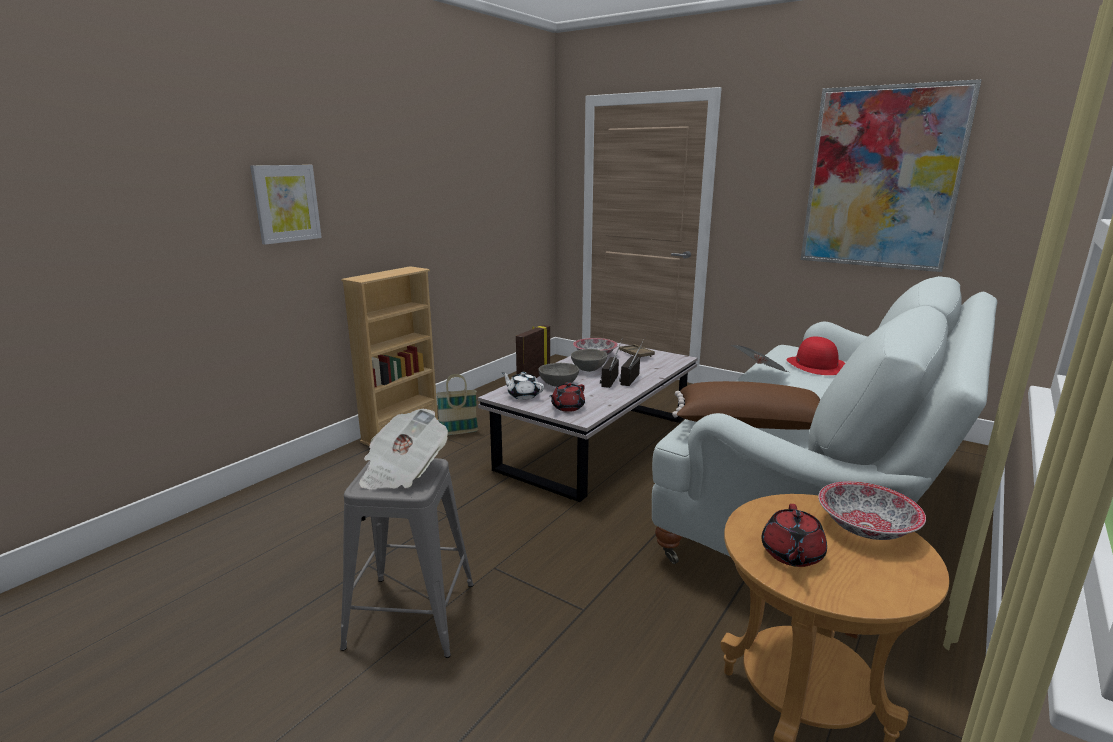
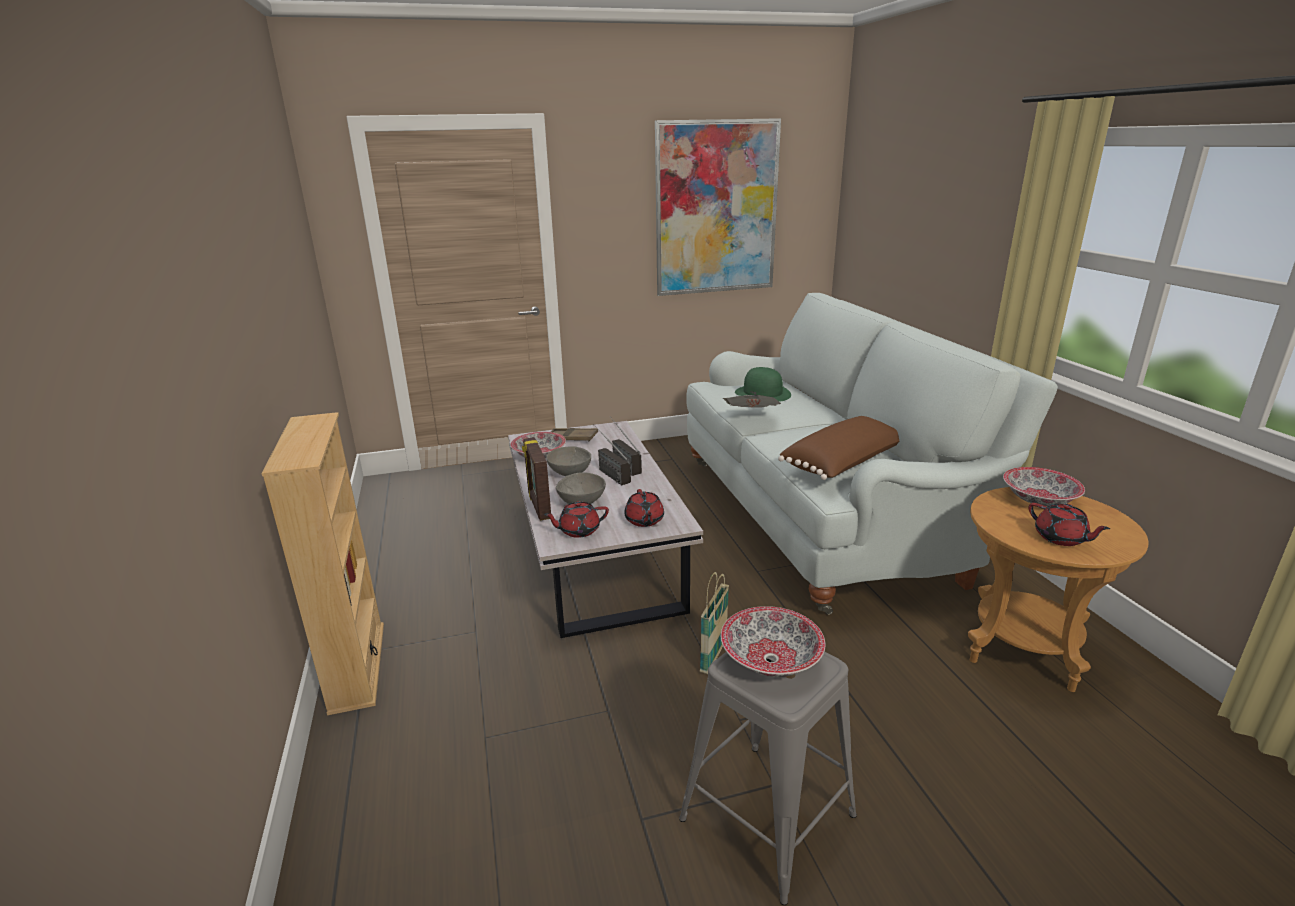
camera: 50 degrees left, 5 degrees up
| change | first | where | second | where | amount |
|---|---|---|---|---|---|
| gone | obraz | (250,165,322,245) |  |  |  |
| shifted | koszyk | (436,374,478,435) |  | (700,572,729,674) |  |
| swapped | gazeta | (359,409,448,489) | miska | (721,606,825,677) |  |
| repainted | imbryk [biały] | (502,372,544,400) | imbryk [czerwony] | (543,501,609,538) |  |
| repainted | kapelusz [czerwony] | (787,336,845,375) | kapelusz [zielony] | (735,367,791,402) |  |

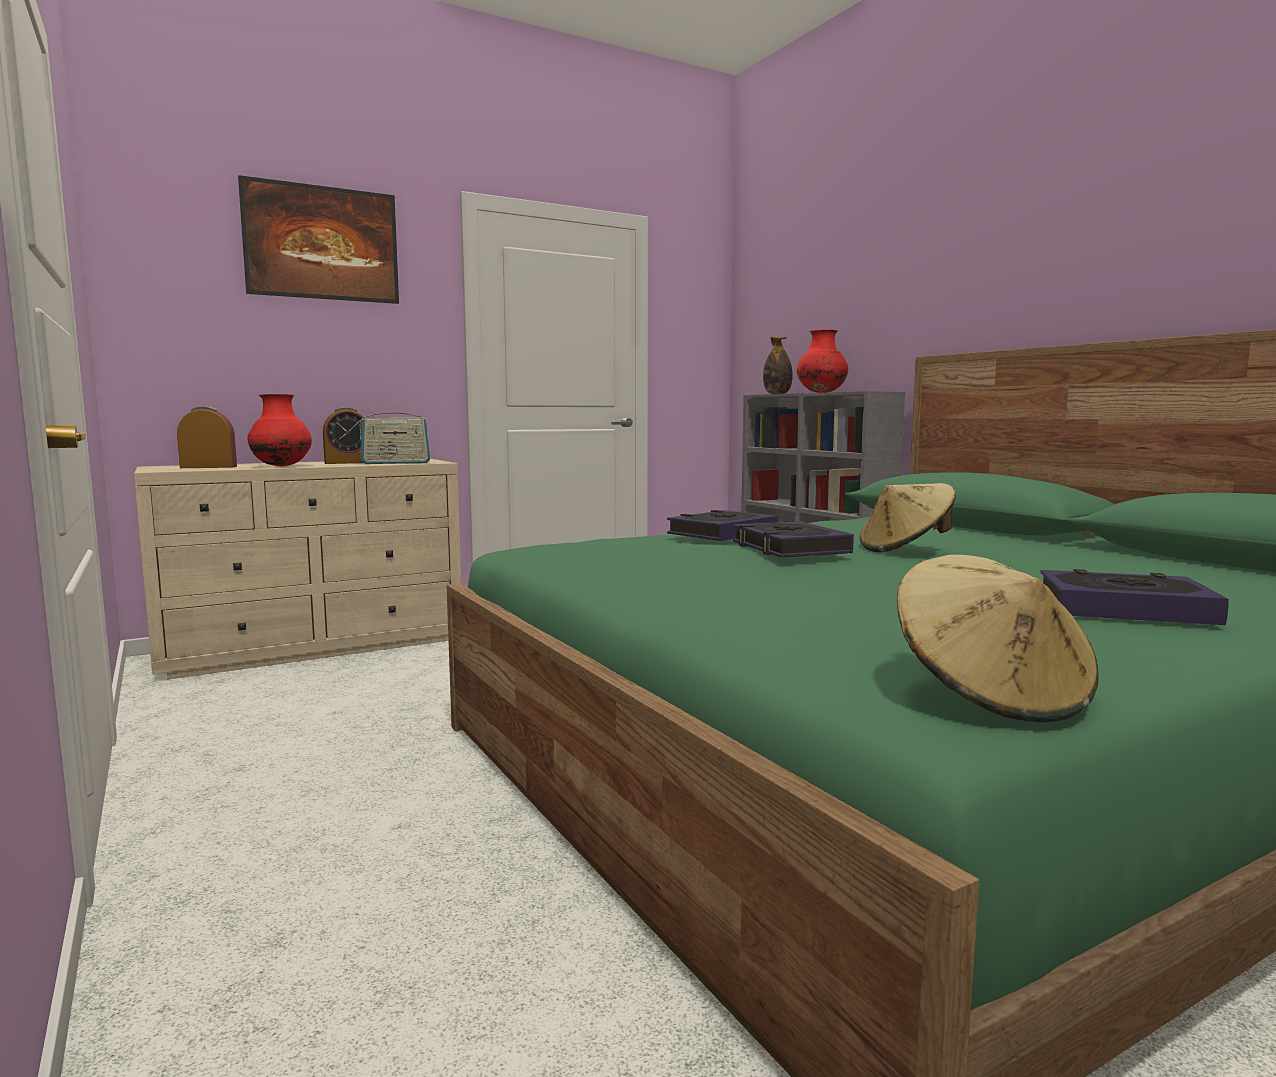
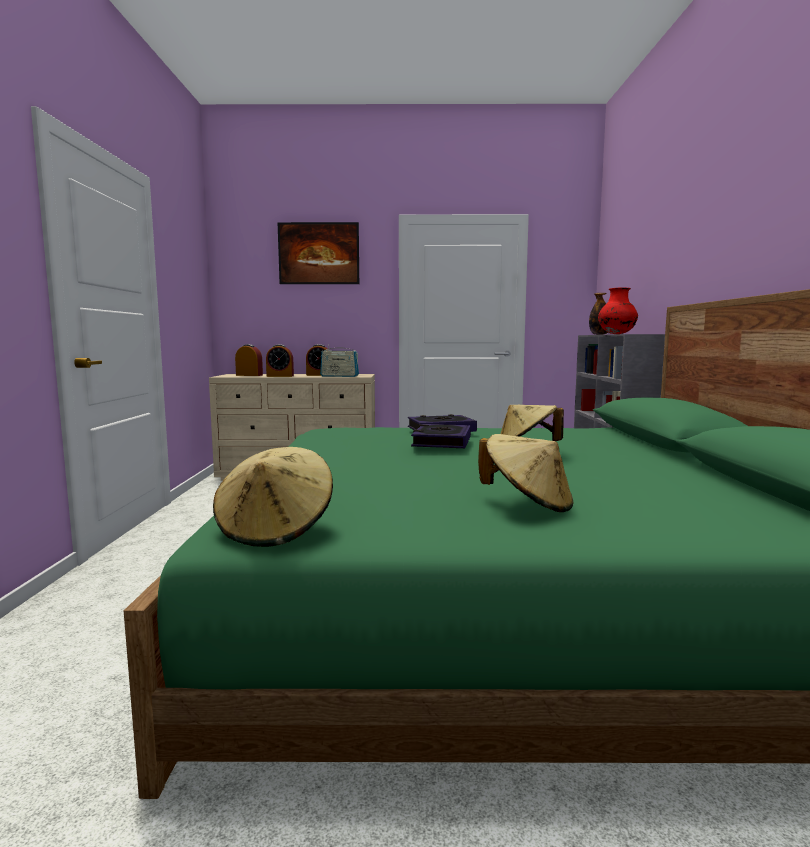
camera: 30 degrees right, 0 degrees up
| change | first | where | second | where | amount |
|---|---|---|---|---|---|
| swapped | wazon [czerwony] | (247,394,312,466) | budzik | (266,344,294,377) |  |
| swapped | książka | (1040,569,1229,625) | kapelusz [beżowy] | (478,434,573,512) |  |

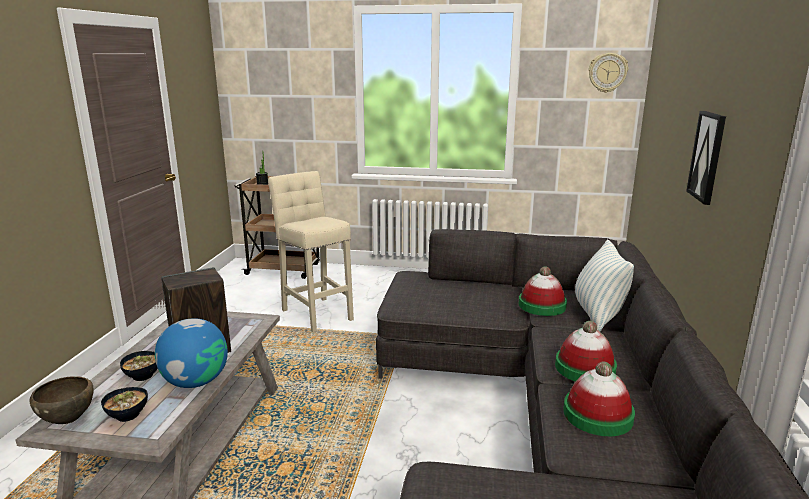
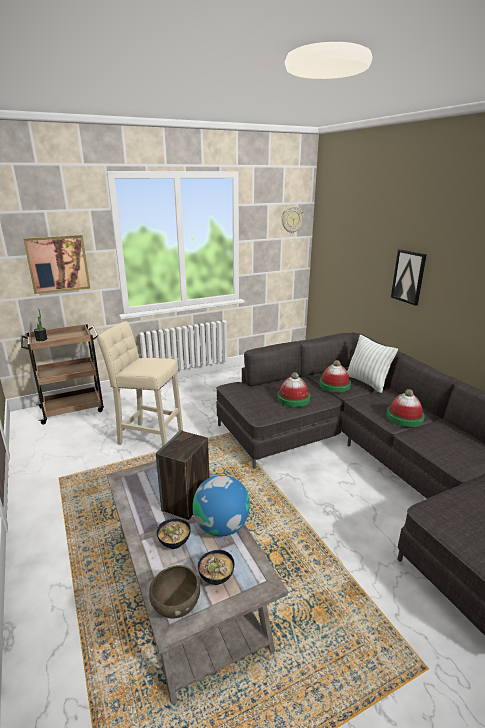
camera: 35 degrees left, 5 degrees up
| change | first | where | second | where | amount |
|---|---|---|---|---|---|
| new |  |  | obraz | (23,235,90,294) |  |
| shifted | kapelusz | (563,362,635,436) |  | (277,372,310,407) |  |

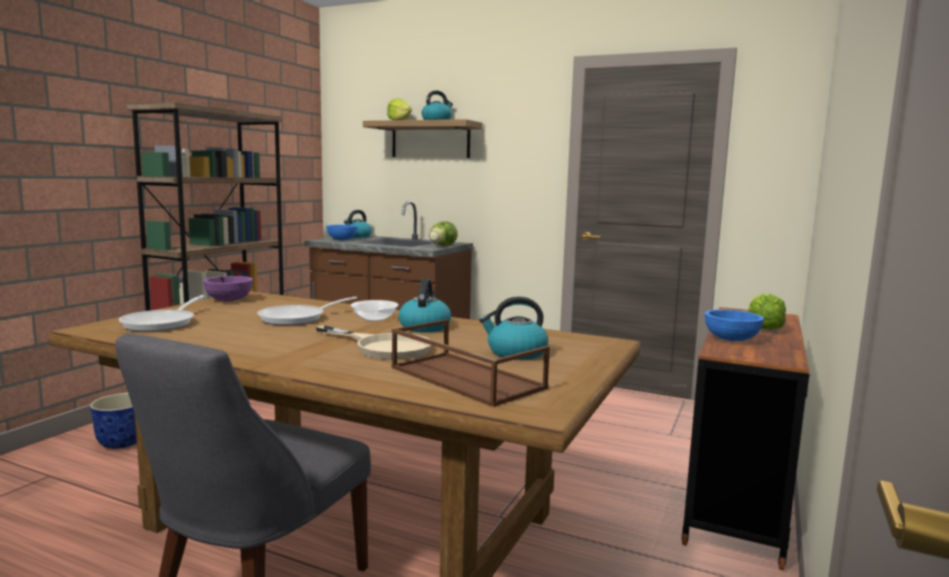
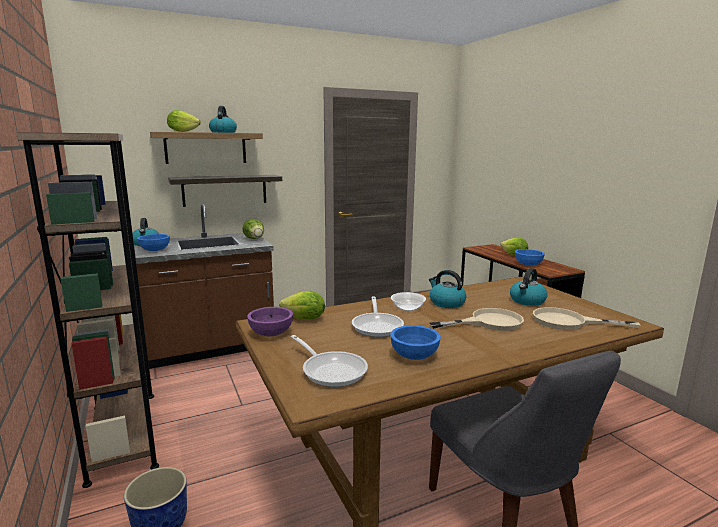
camera: 50 degrees left, 5 degrees up
| change | first | where | second | where | amount |
|---|---|---|---|---|---|
| new |  |  | półka | (168,175,282,207) |  |
| new |  |  | sałata | (279,291,325,319) |  |
| new |  |  | miska [niebieski] | (390,325,441,360) |  |
| swapped | taca [brązowy] | (391,319,550,407) | patelnia [beżowy] | (533,307,640,330) |  |

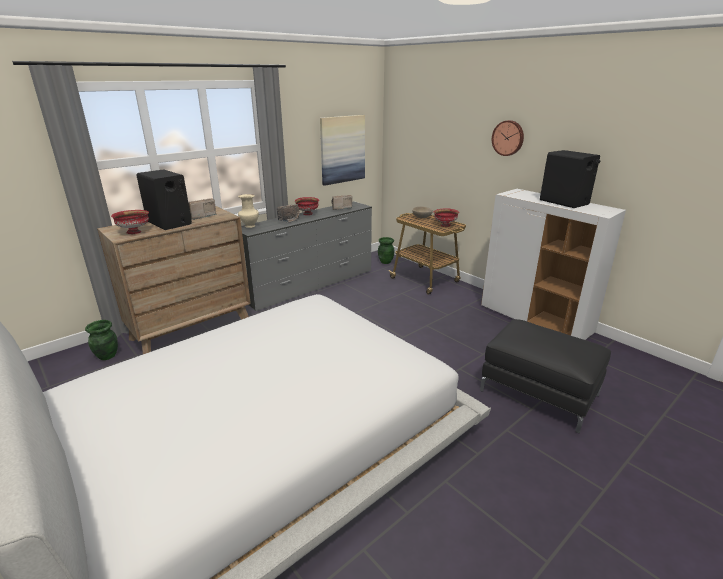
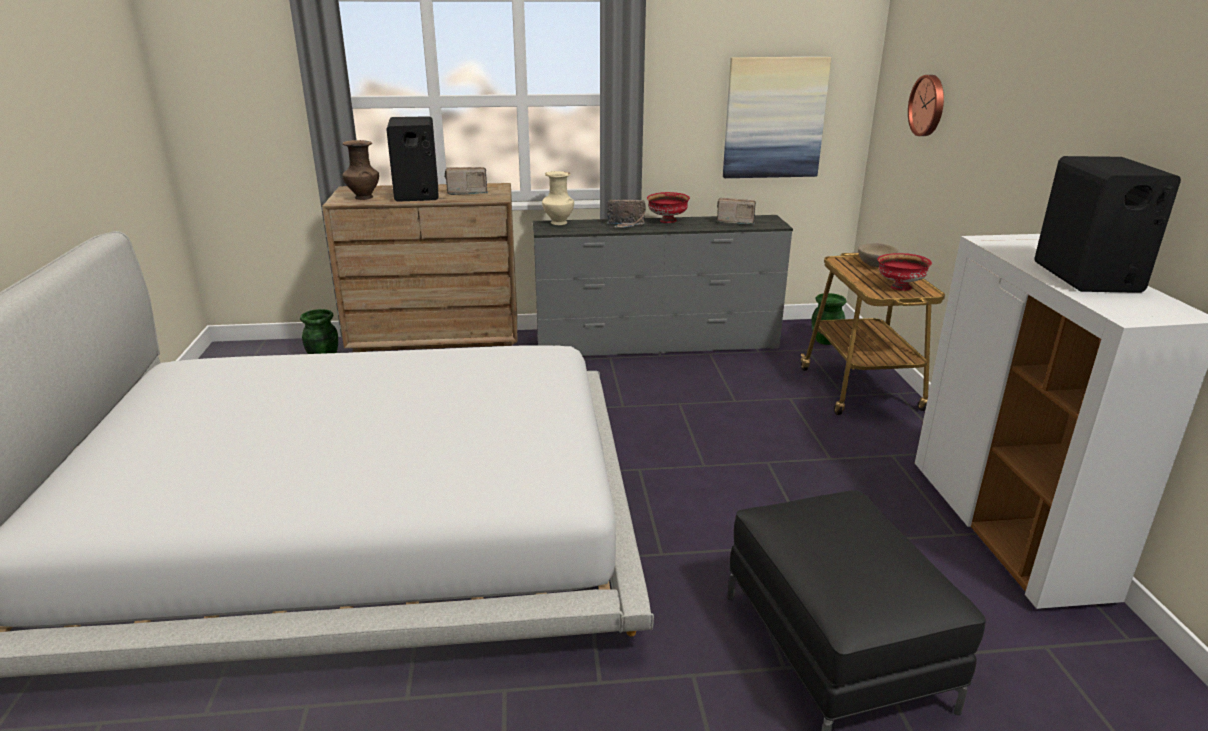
camera: 35 degrees right, 0 degrees up
| change | first | where | second | where | amount |
|---|---|---|---|---|---|
| shifted | zegar ścienny | (492,120,524,156) |  | (908,75,944,136) |  |
| swapped | miska [czerwony] | (111,210,149,234) | wazon [brązowy] | (342,140,379,200) |  |

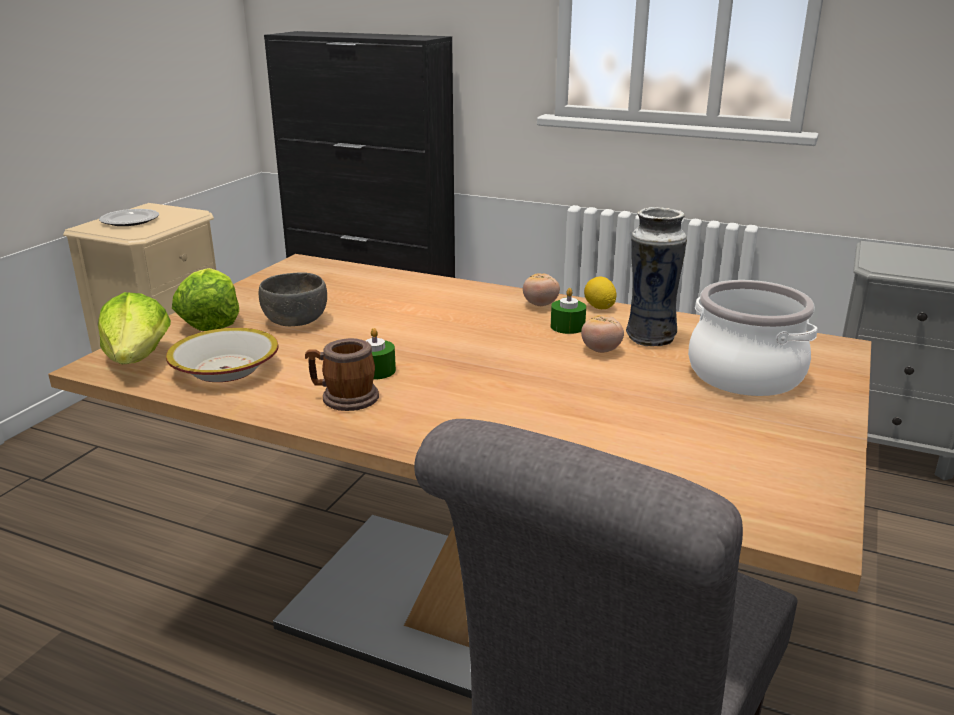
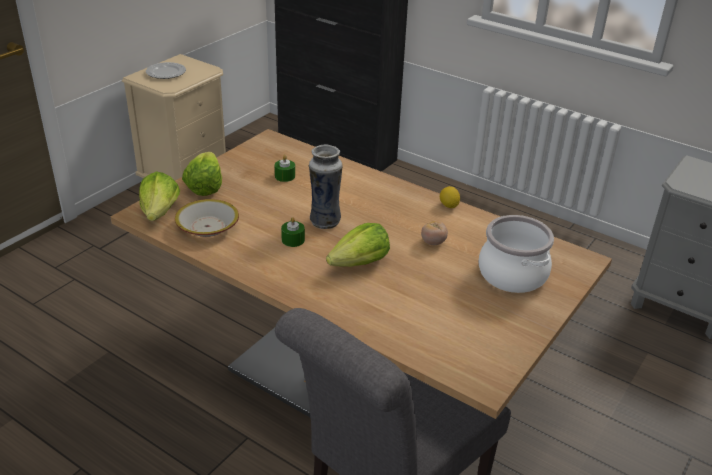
camera: 10 degrees right, 10 degrees up
| change | first | where | second | where | amount |
|---|---|---|---|---|---|
| gone | miska [szary] | (259,273,327,326) |  |  |  |
| gone | kubek | (305,338,379,411) |  |  |  |
| gone | pomidor | (523,273,560,306) |  |  |  |
| new |  |  | sałata | (326,223,390,267) |  |
| shifted | świeca [zielony] | (551,288,586,334) |  | (275,155,295,182) |  |
| shifted | wazon | (626,207,687,346) |  | (309,144,343,229) |  |

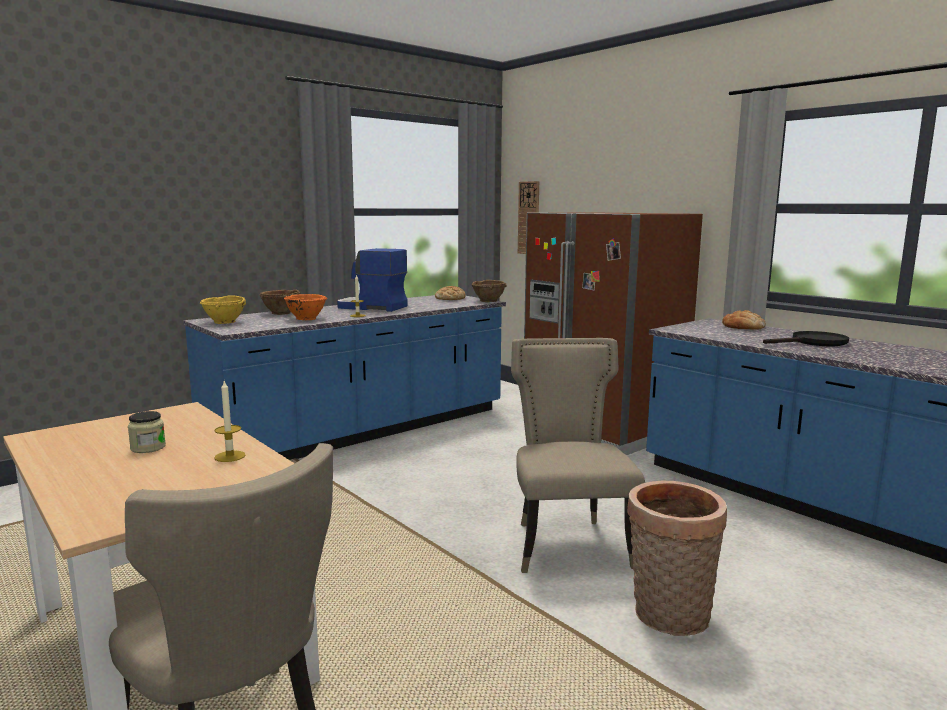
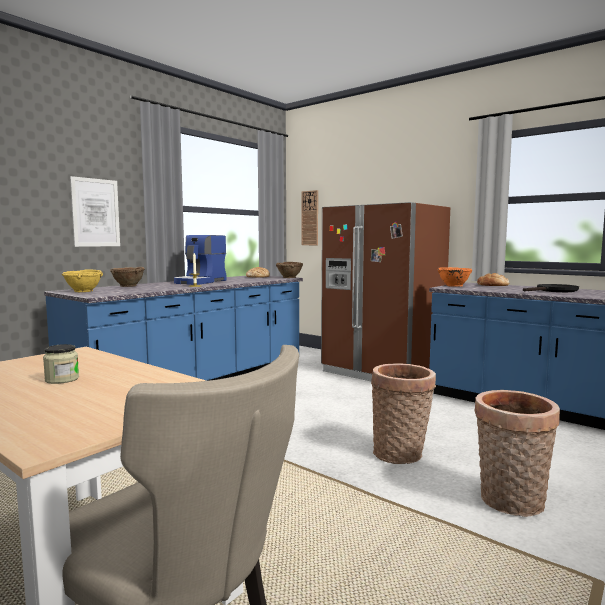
camera: 10 degrees left, 5 degrees down
| change | first | where | second | where | amount |
|---|---|---|---|---|---|
| gone | świeca | (214,381,245,462) |  |  |  |
| new |  |  | obraz | (70,176,120,247) |  |
| shifted | miska [pomarańczowy] | (284,294,327,320) |  | (438,267,472,287) |  |
| swapped | krzesło [beżowy] | (511,338,645,573) | koszyk | (371,363,436,464) |  |
| rotated | ekspres do kawy | (337,248,408,312) |  | (174,235,227,285) | 75 degrees counterclockwise |

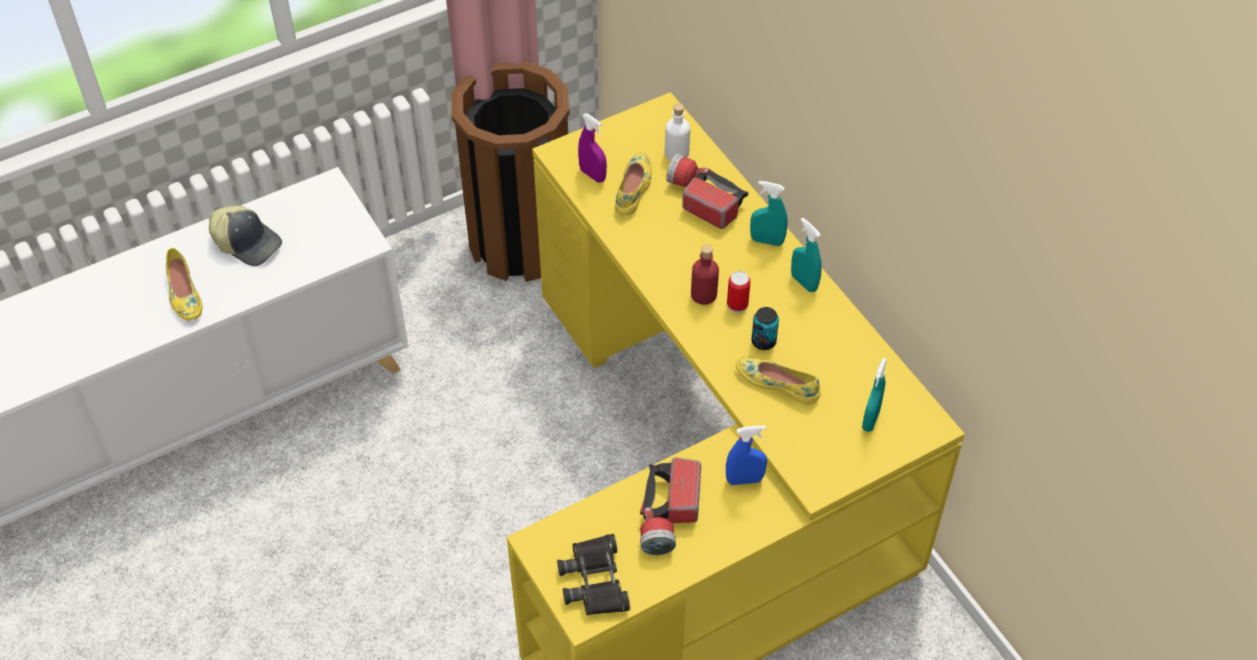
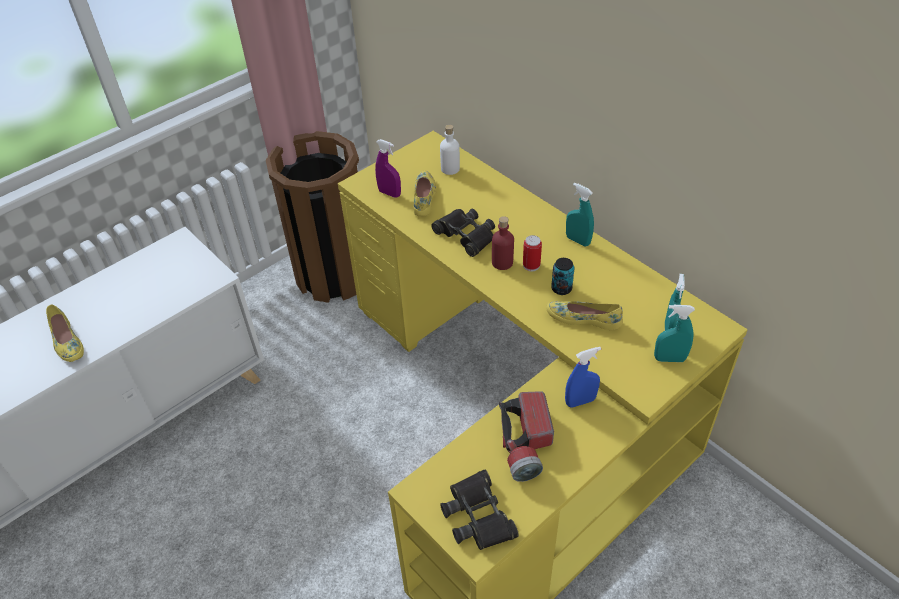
camera: 10 degrees left, 5 degrees down
| change | first | where | second | where | amount |
|---|---|---|---|---|---|
| gone | czapka z daszkiem | (209,205,282,266) |  |  |  |
| gone | latarka | (666,154,748,229) |  |  |  |
| new |  |  | lornetka [czarny] | (431,209,495,257) |  |
| shifted | spryskiwacz [turkusowy] | (750,181,788,246) |  | (654,305,695,362) |  |

